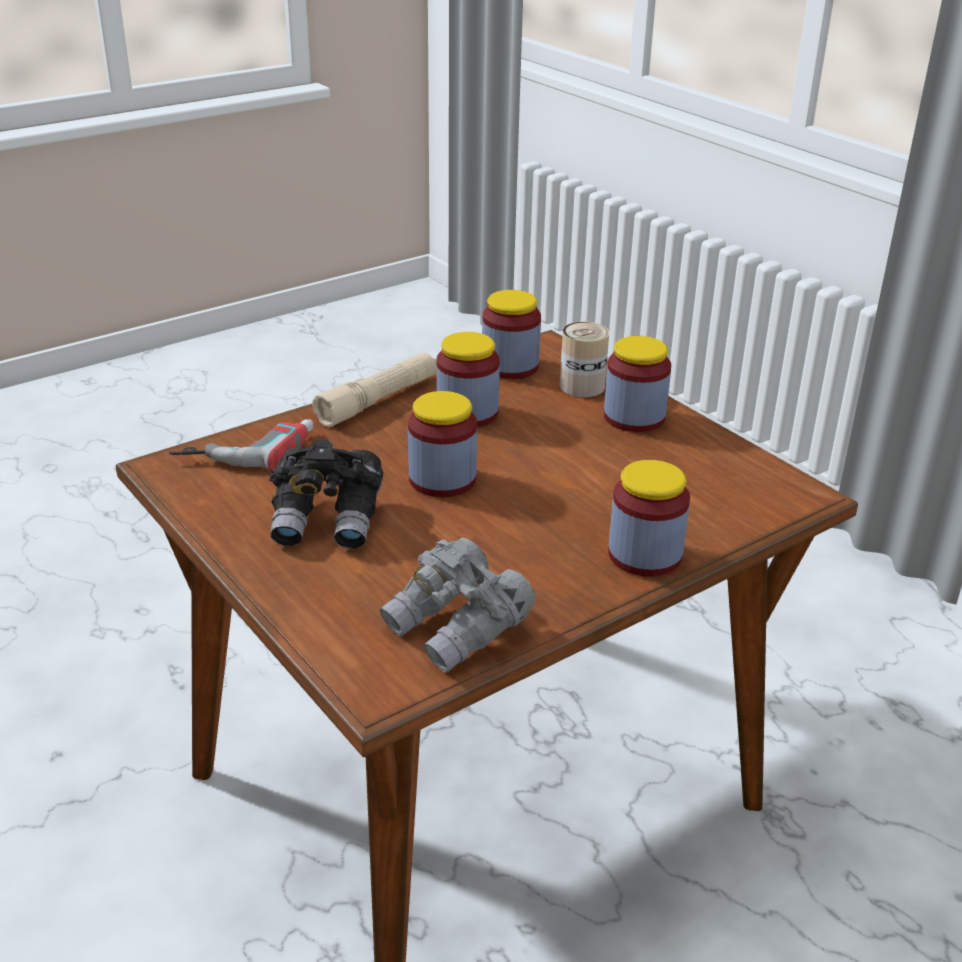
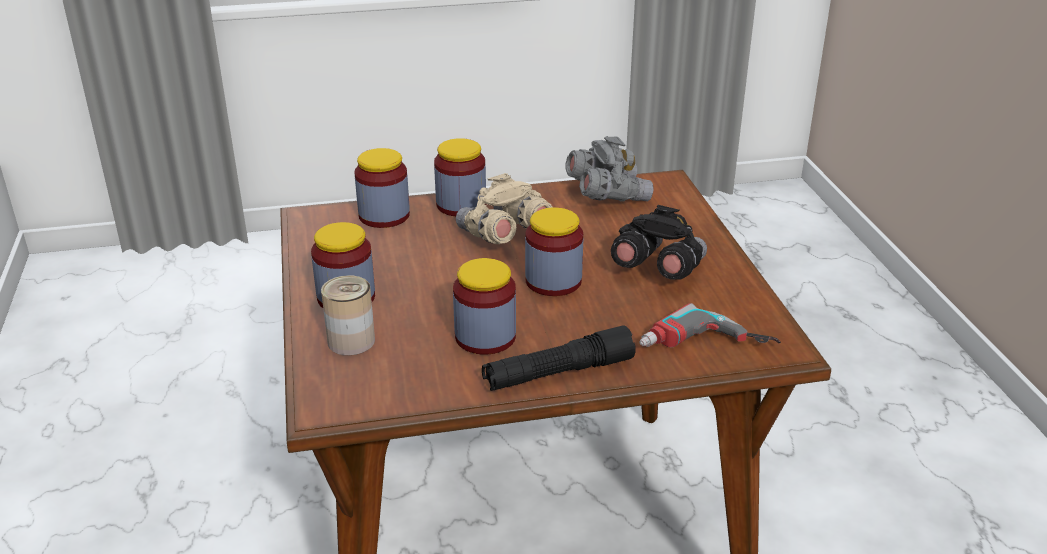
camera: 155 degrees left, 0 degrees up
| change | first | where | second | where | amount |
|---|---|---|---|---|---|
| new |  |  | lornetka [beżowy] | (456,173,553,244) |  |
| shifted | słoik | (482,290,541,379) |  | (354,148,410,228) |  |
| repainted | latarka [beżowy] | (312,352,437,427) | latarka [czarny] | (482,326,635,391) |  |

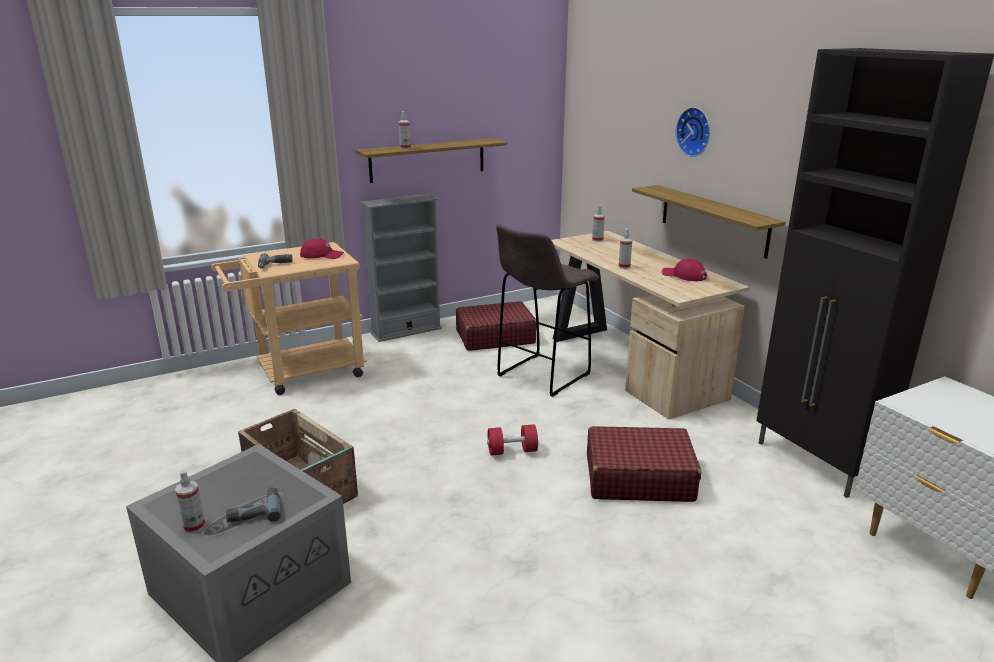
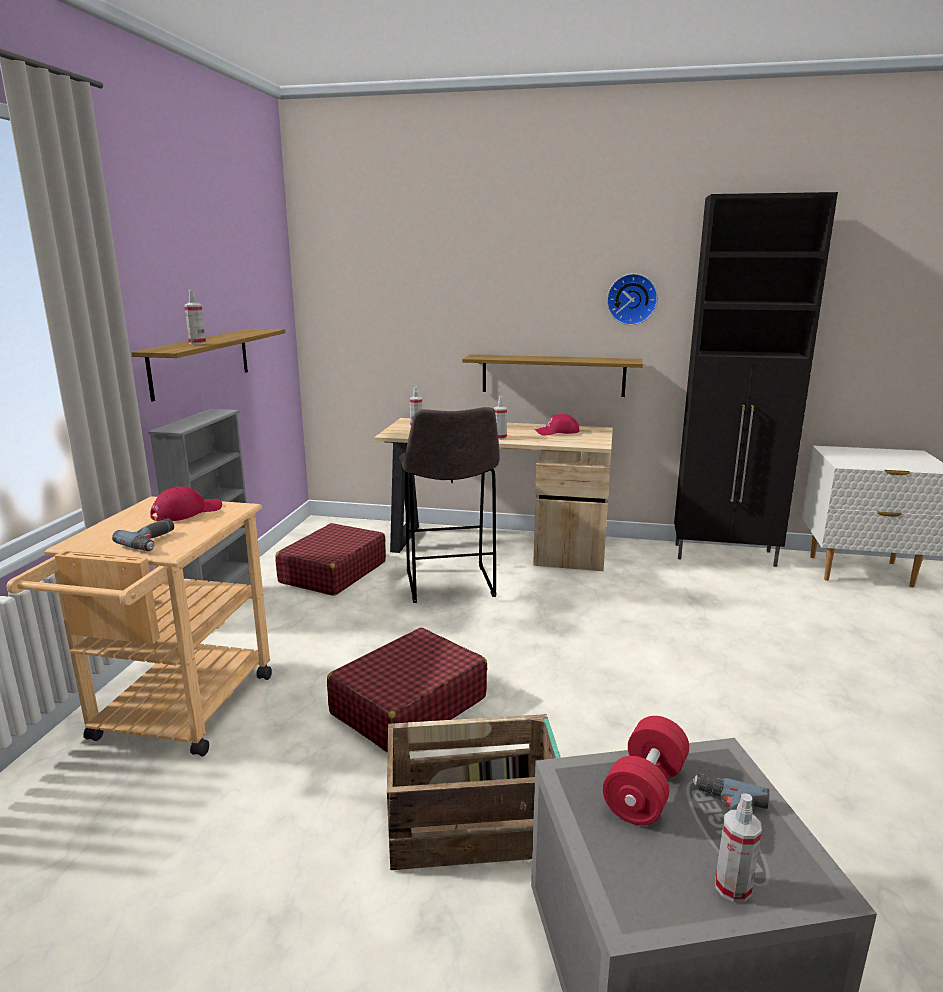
camera: 50 degrees left, 5 degrees down
| change | first | where | second | where | amount |
|---|---|---|---|---|---|
| shifted | hantel [czerwony] | (487,424,538,456) |  | (602,716,689,825) |  |
| shifted | walizka [czerwony] | (587,426,701,502) |  | (327,628,487,753) |  |
| shifted | zegar ścienny | (676,107,710,157) |  | (607,273,658,325) |  |

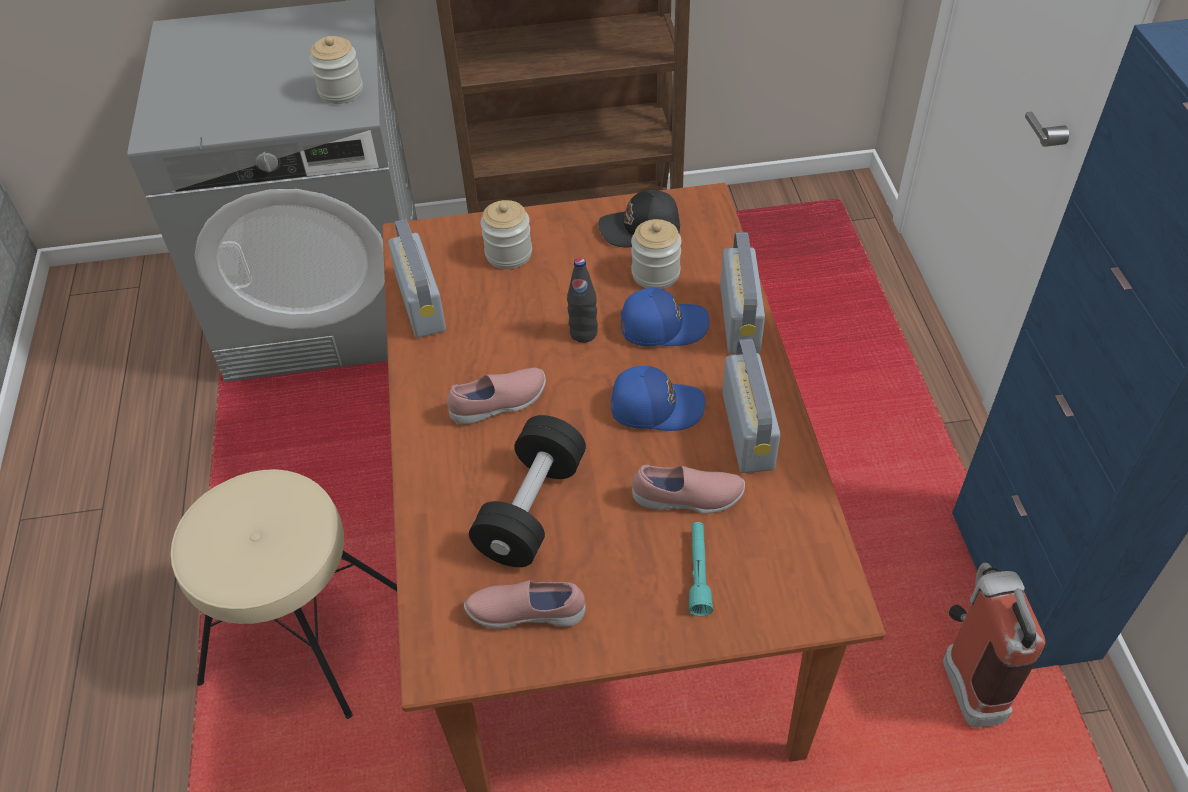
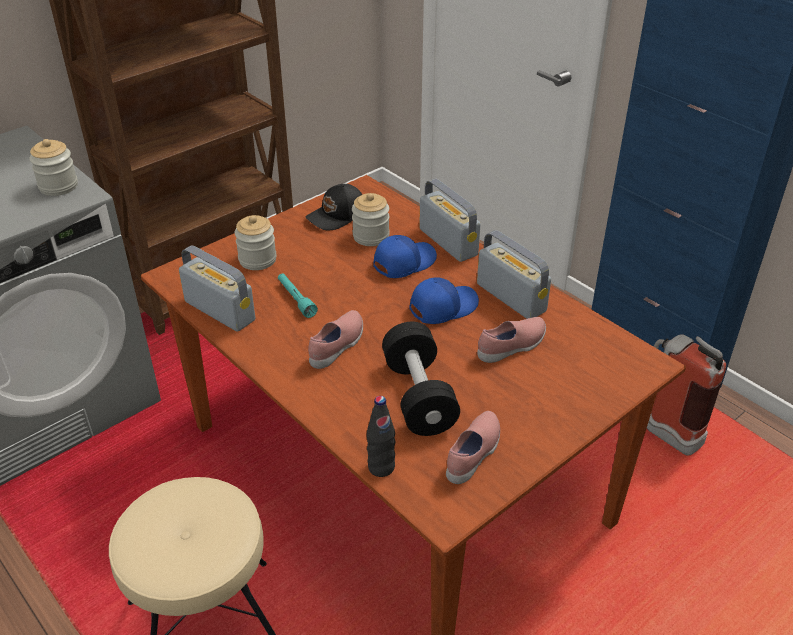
camera: 35 degrees left, 10 degrees down
| change | first | where | second | where | amount |
|---|---|---|---|---|---|
| shifted | butelka [czarny] | (567,258,598,343) |  | (367,396,395,477) |  |
| shifted | latarka [turkusowy] | (689,522,713,616) |  | (278,273,318,318) |  |
| rotated | but [różowy] | (464,580,586,629) |  | (446,411,500,484) | 150 degrees clockwise |

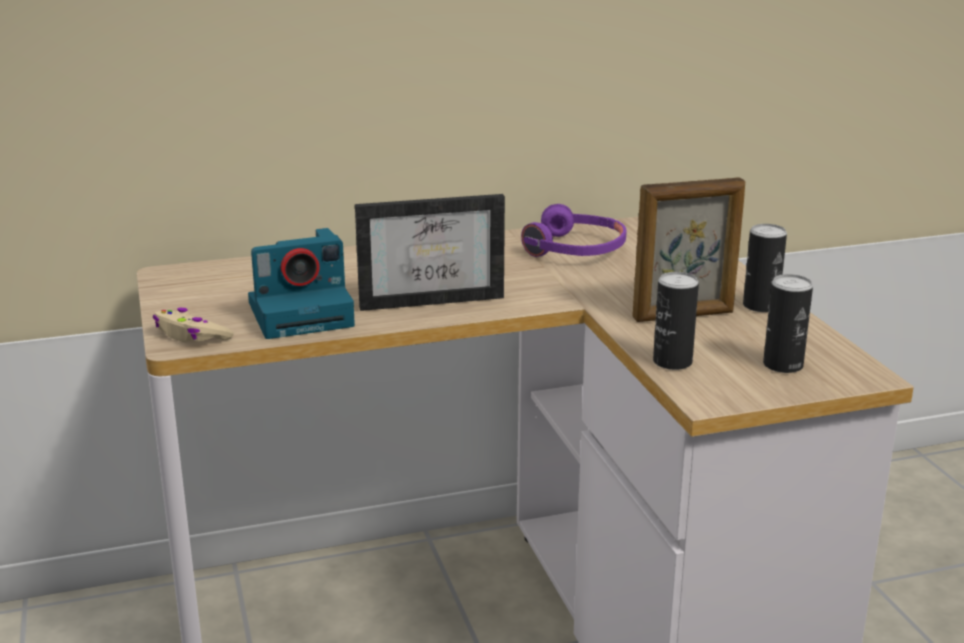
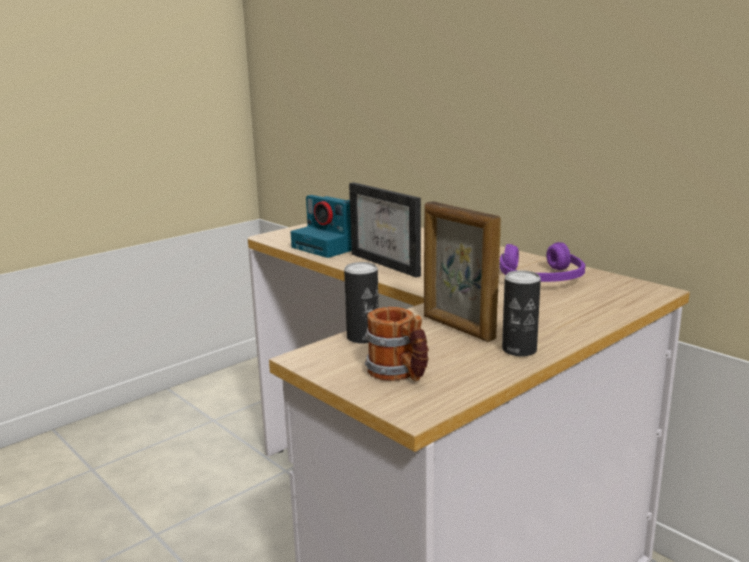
camera: 65 degrees right, 5 degrees down
| change | first | where | second | where | amount |
|---|---|---|---|---|---|
| gone | pad do gier [beżowy] | (153,308,234,342) |  |  |  |
| swapped | puszka | (763,274,813,373) | kubek | (365,307,429,382) |  |

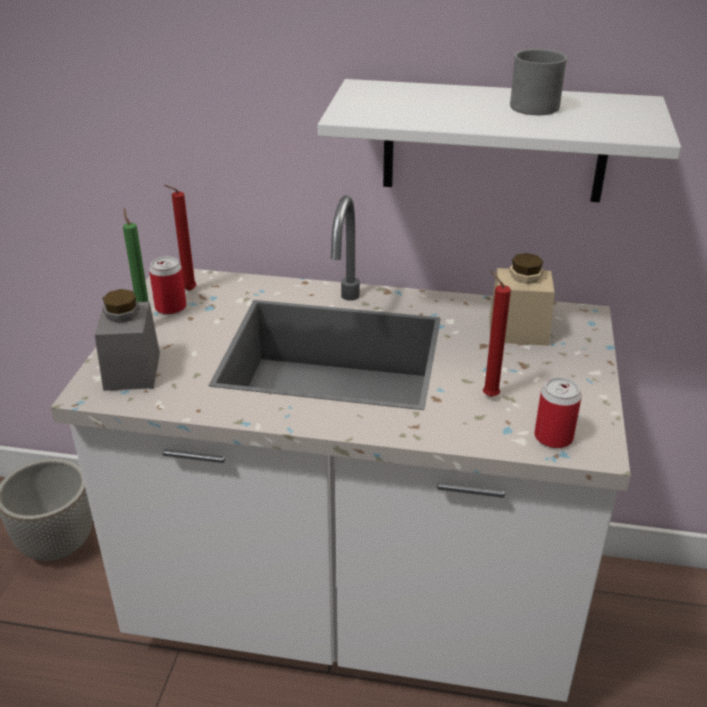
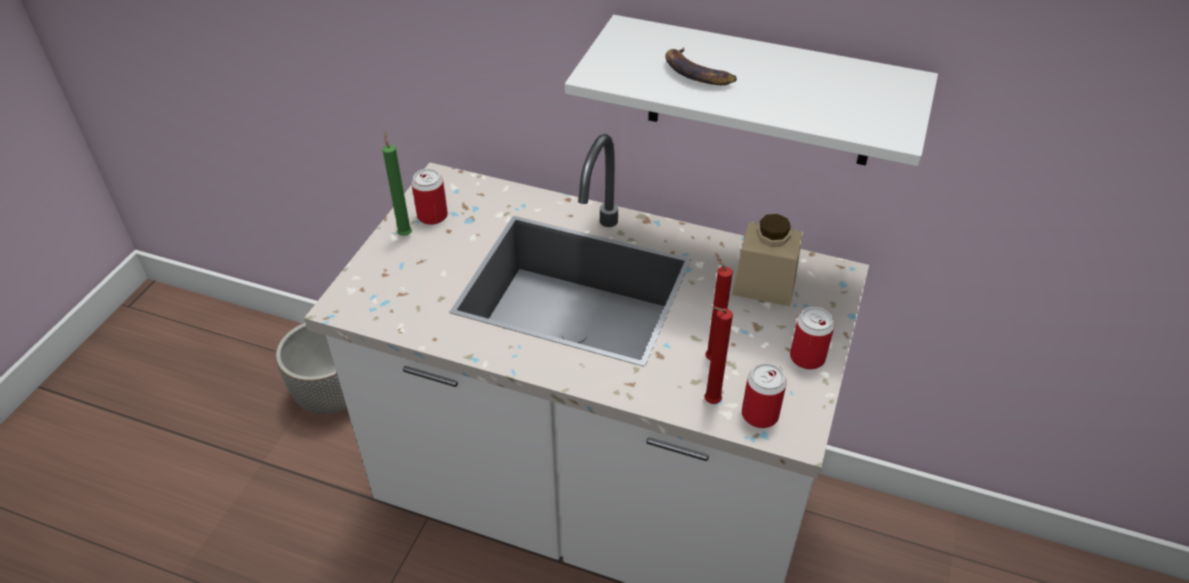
camera: 10 degrees right, 10 degrees up
| change | first | where | second | where | amount |
|---|---|---|---|---|---|
| gone | słoik [szary] | (95,289,160,391) |  |  |  |
| gone | kubek [szary] | (510,49,568,115) |  |  |  |
| new |  |  | banan | (665,47,737,85) |  |
| new |  |  | puszka | (790,307,834,370) |  |
| shifted | świeca [czerwony] | (164,185,197,291) |  | (704,306,733,404) |  |

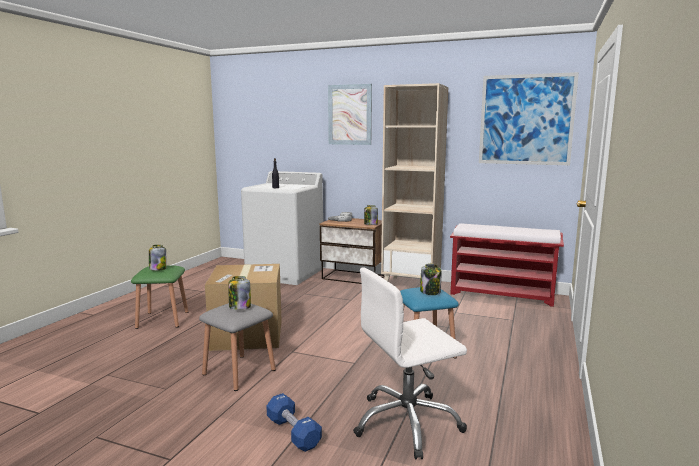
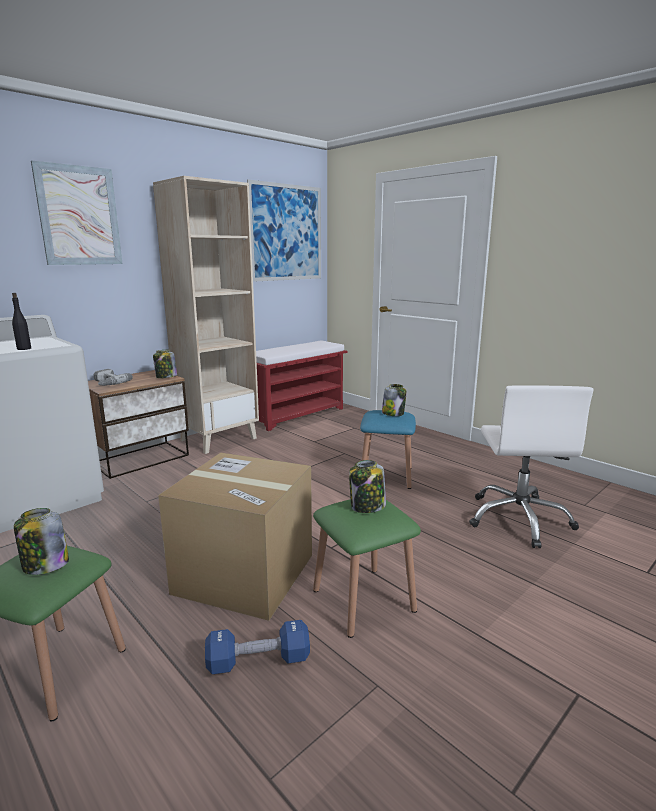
camera: 65 degrees left, 5 degrees up
| change | first | where | second | where | amount |
|---|---|---|---|---|---|
| shifted | hantel [niebieski] | (267,393,322,452) |  | (205,620,310,674) |  |
| repainted | stołek [szary] | (199,303,276,391) | stołek [zielony] | (313,499,421,638) |  |

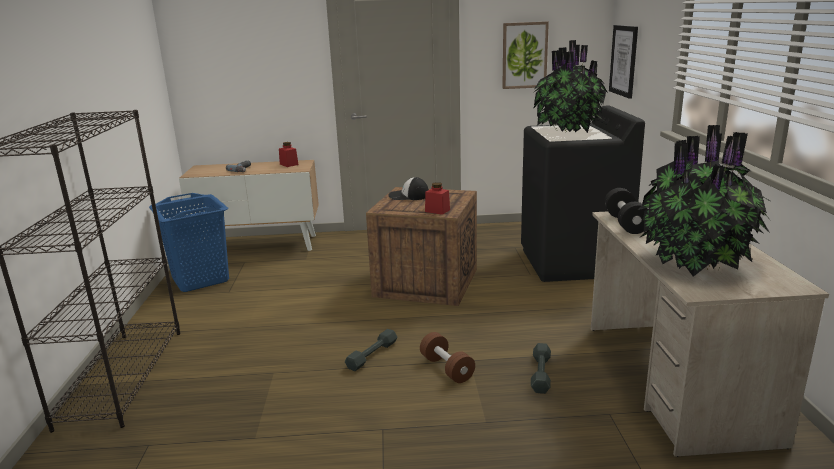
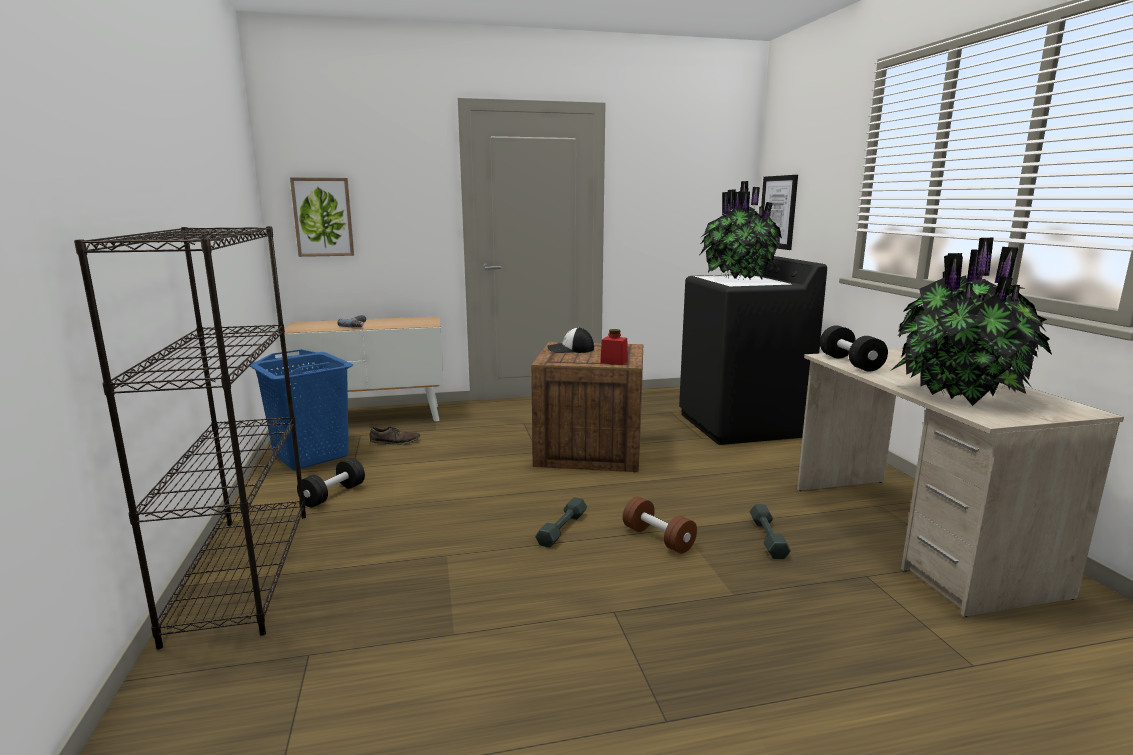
camera: 10 degrees left, 5 degrees down
| change | first | where | second | where | amount |
|---|---|---|---|---|---|
| gone | słoik [czerwony] | (279,142,299,167) |  |  |  |
| new |  |  | hantel [czarny] | (297,458,365,508) |  |
| new |  |  | but [brązowy] | (370,427,420,445) |  |
| shifted | obraz | (502,22,549,89) |  | (290,178,354,257) |  |

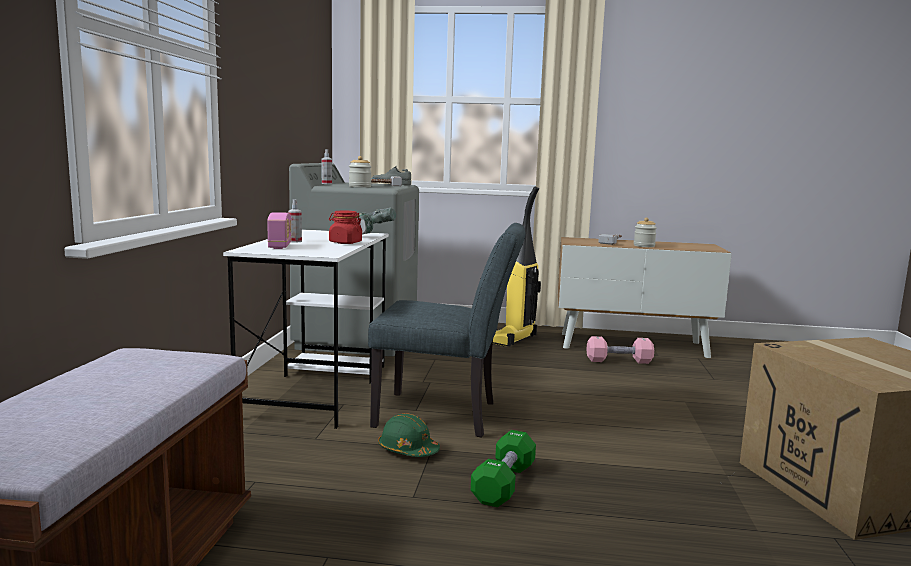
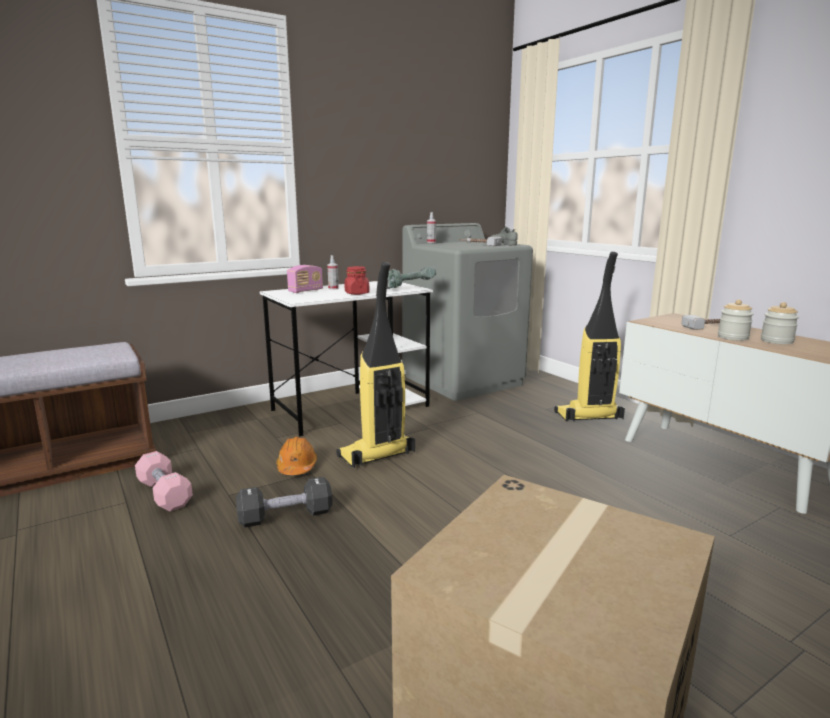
camera: 50 degrees right, 5 degrees up
| change | first | where | second | where | amount |
|---|---|---|---|---|---|
| shifted | słoik | (349,156,371,187) |  | (761,302,799,344) |  |
| shifted | hantel [różowy] | (586,336,654,364) |  | (135,451,193,511) |  |
| swapped | krzesło [szary] | (368,223,526,437) | odkurzacz | (336,262,415,468) |  |
| repainted | kask [zielony] | (378,413,440,457) | kask [pomarańczowy] | (276,436,317,475) |  |
| repainted | hantel [zielony] | (471,430,536,507) | hantel [czarny] | (236,477,333,527) |  |

